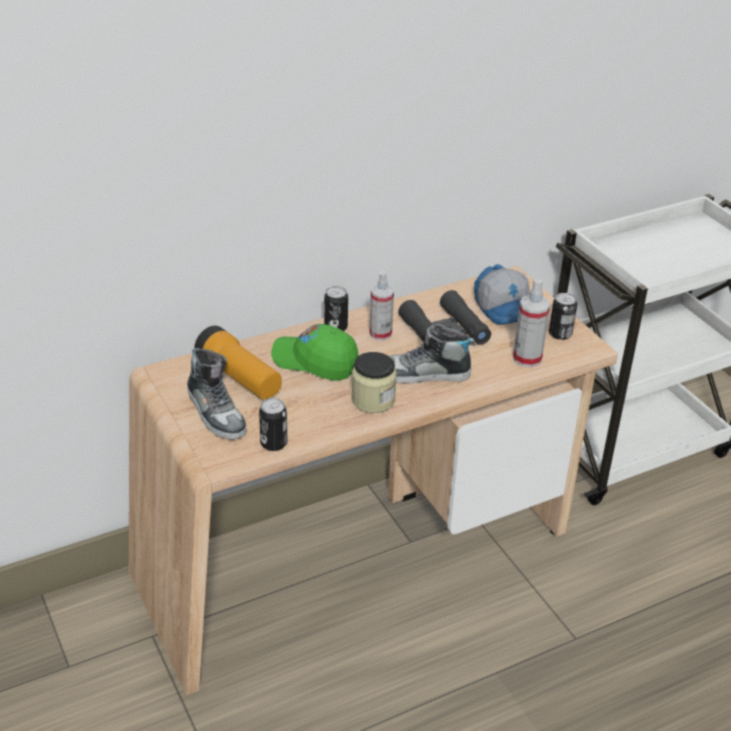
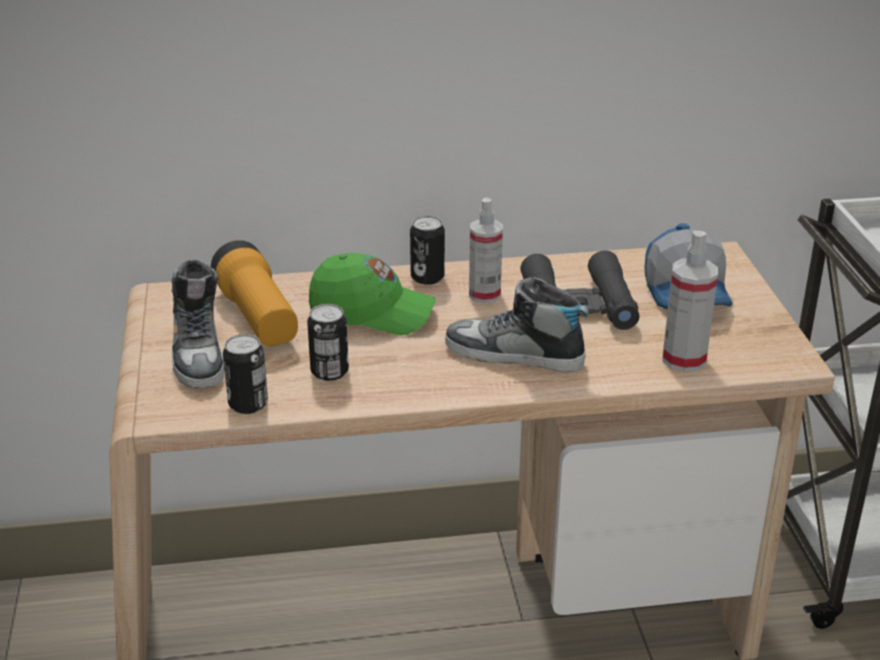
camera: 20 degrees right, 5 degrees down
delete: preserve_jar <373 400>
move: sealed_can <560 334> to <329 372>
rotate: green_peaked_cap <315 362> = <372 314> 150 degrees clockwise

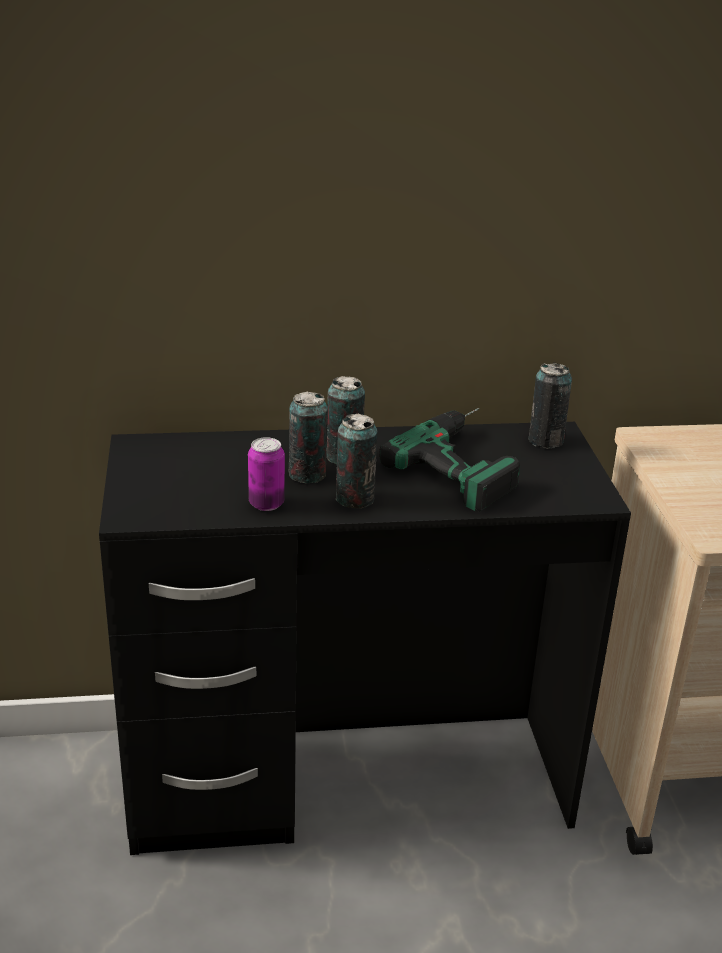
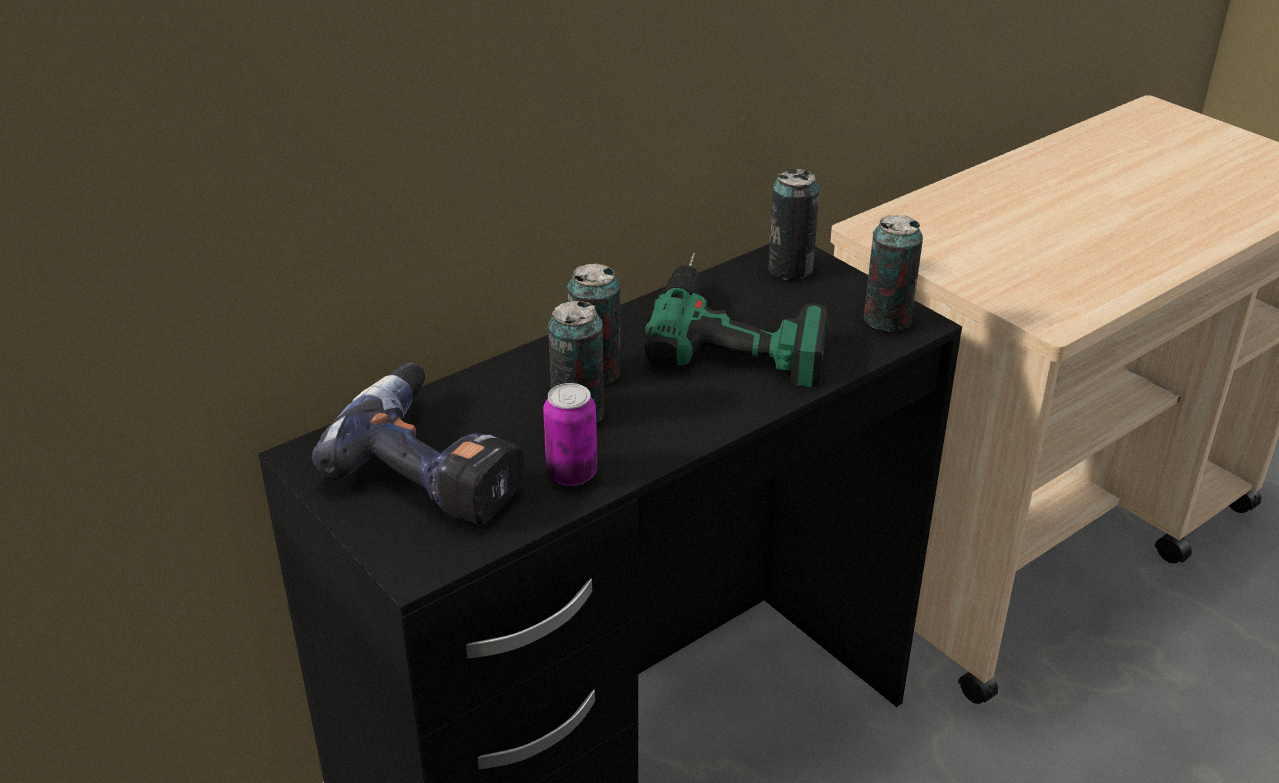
camera: 30 degrees left, 5 degrees up
insert: electric_drill <436 464>
move: sealed_can <355 499> to <887 319>

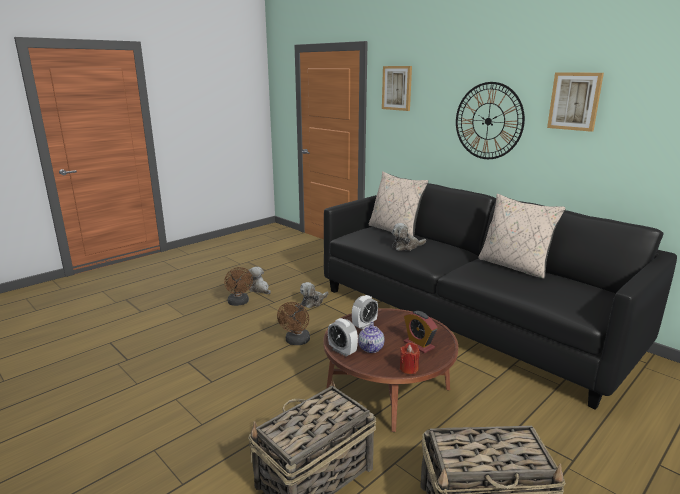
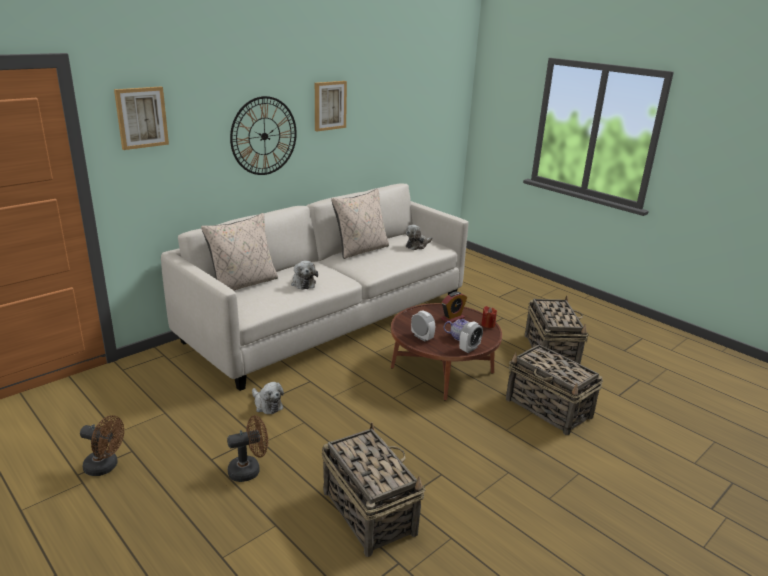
camera: 90 degrees left, 5 degrees up
insert: household_basket <368 511>
move: brown_electric_fan <296 342> to <106 467>; cuddly_toy <259 289> to <417 245>
recolor: blackish_sofa <466 318> to white-coloured_sofa <328 319>

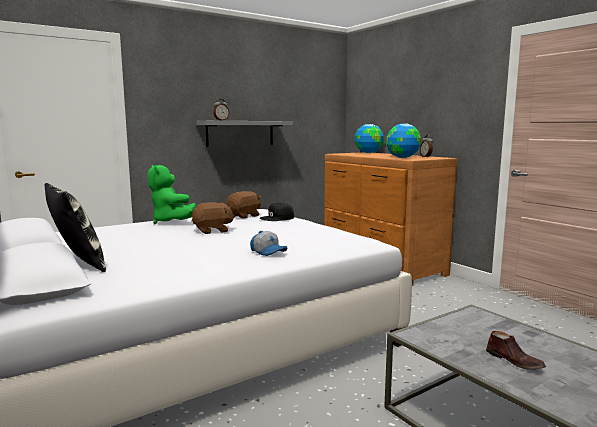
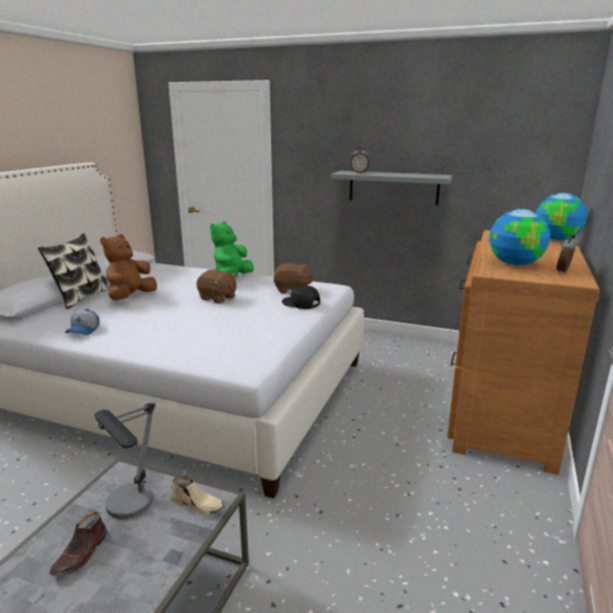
camera: 55 degrees right, 10 degrees up
insert: tabletop_lamp <133 511>; brown_cuddly_toy <130 297>; sand-coloured_low_shoe <198 504>
move: peaked_cap <269 252> to <84 330>

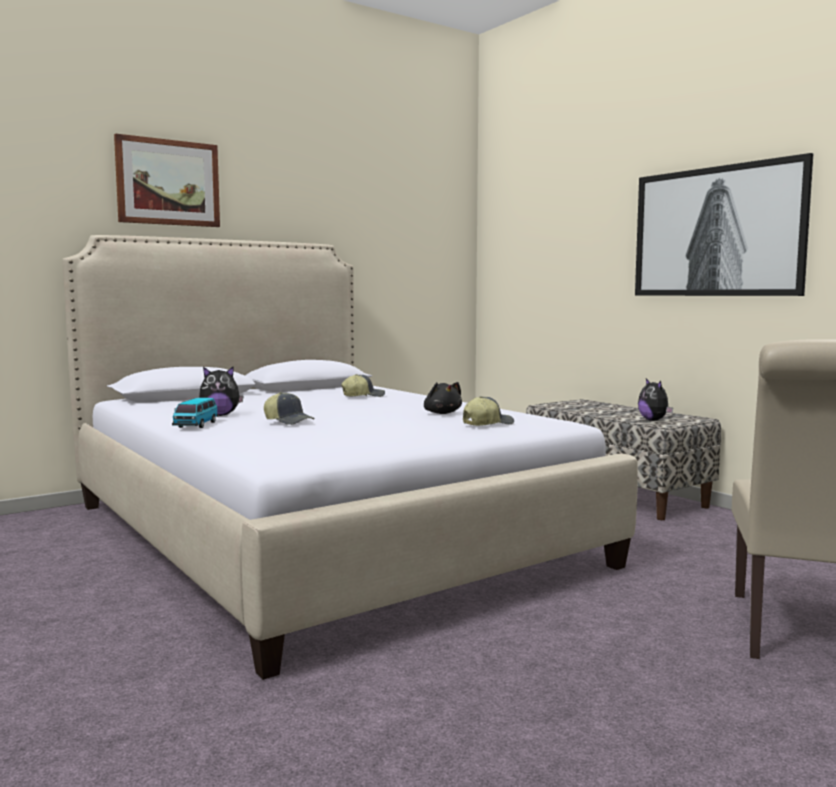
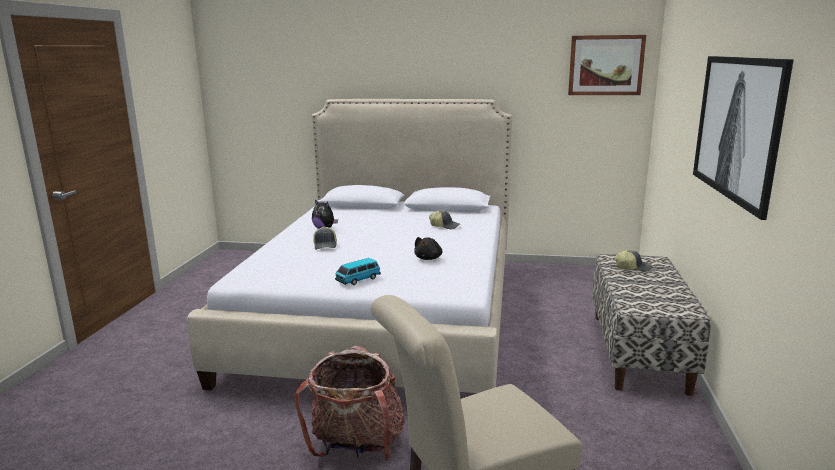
camera: 45 degrees right, 10 degrees up
delete: cuddly_toy <654 420>
insert: rucksack <357 446>
move: miniature_car <196 425> to <358 280>; picture <168 182> to <606 65>; peaked_cap <487 424> to <632 267>

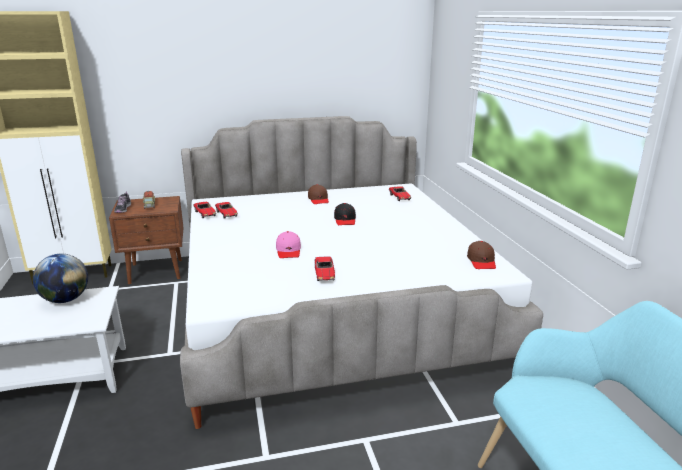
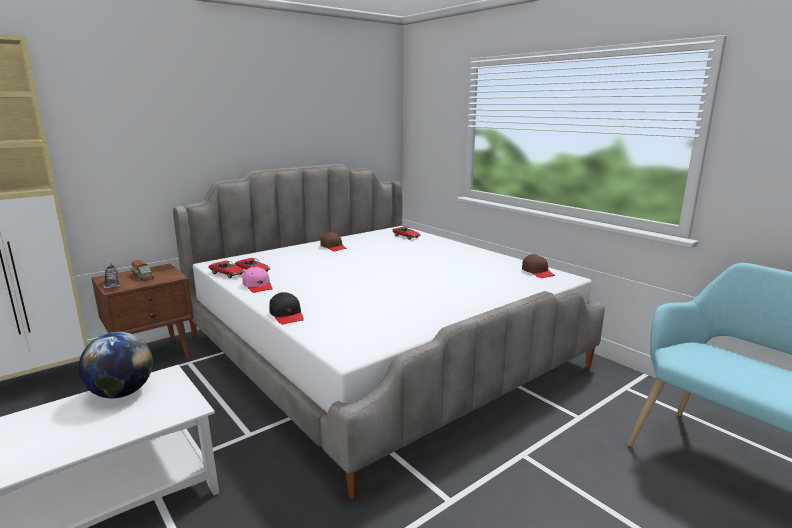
camera: 25 degrees left, 5 degrees down
delete: miniature_car <324 274>
move: pinkish_peaked_cap <288 251> to <258 286>; blackish_peaked_cap <345 220> to <287 315>

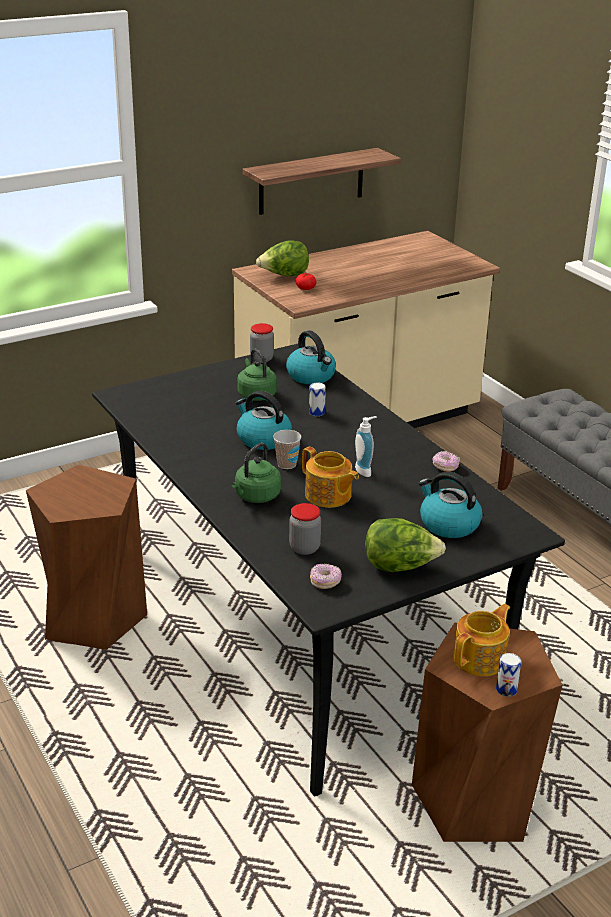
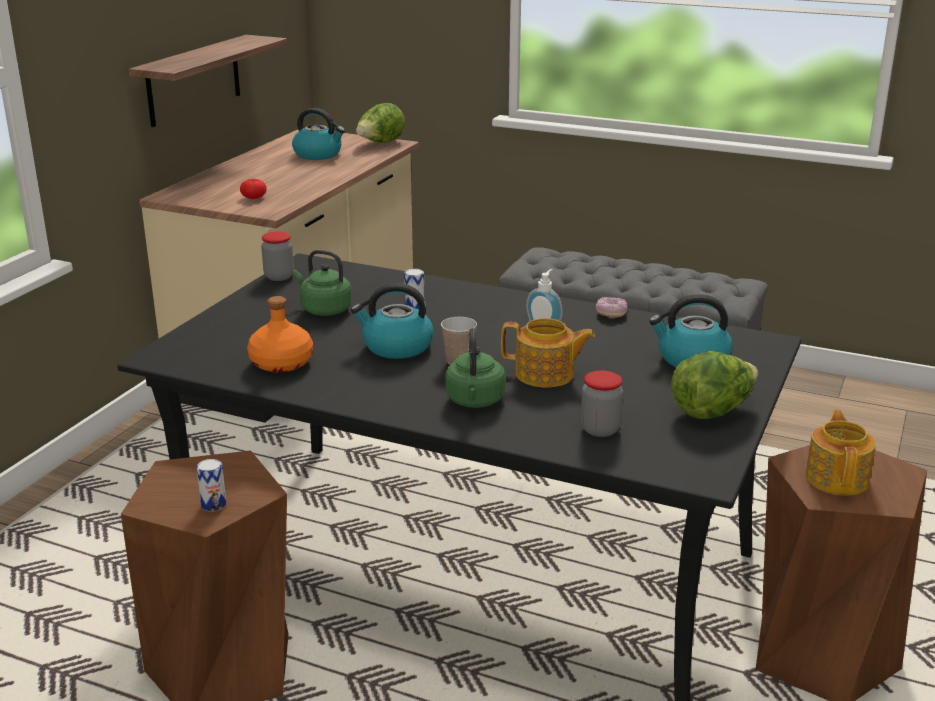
camera: 35 degrees left, 5 degrees down
delete: donut <325 582>
insert: orange_bottle <280 363>
move: sealed_can <506 689> to <213 504>; tea_kettle <311 376> to <318 154>; head_of_lettuce <284 276> to <380 143>

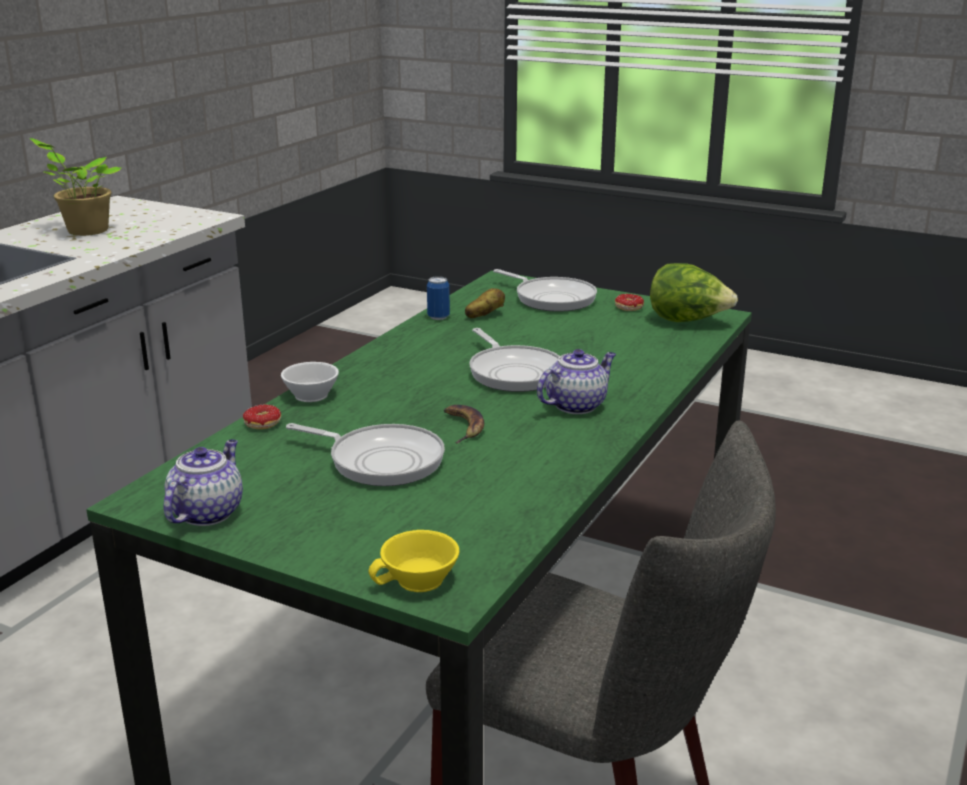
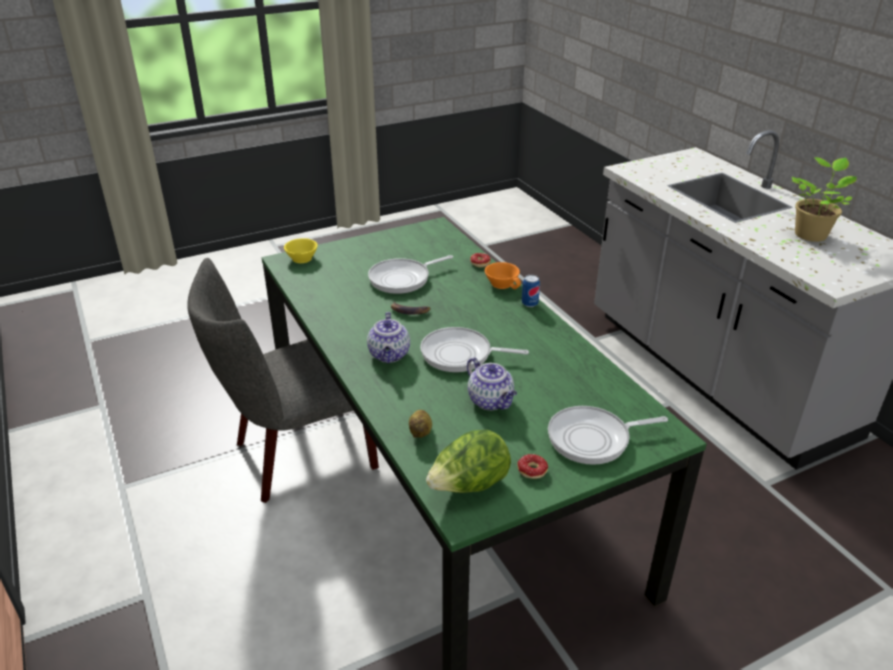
camera: 125 degrees right, 10 degrees up
move: whole_potato <484 315> to <421 432>; pot_for_tea <207 512> to <491 401>; sealed_can <438 317> to <529 304>
recolor: white-coloured_cup <309 394> to orange_cup <503 283>

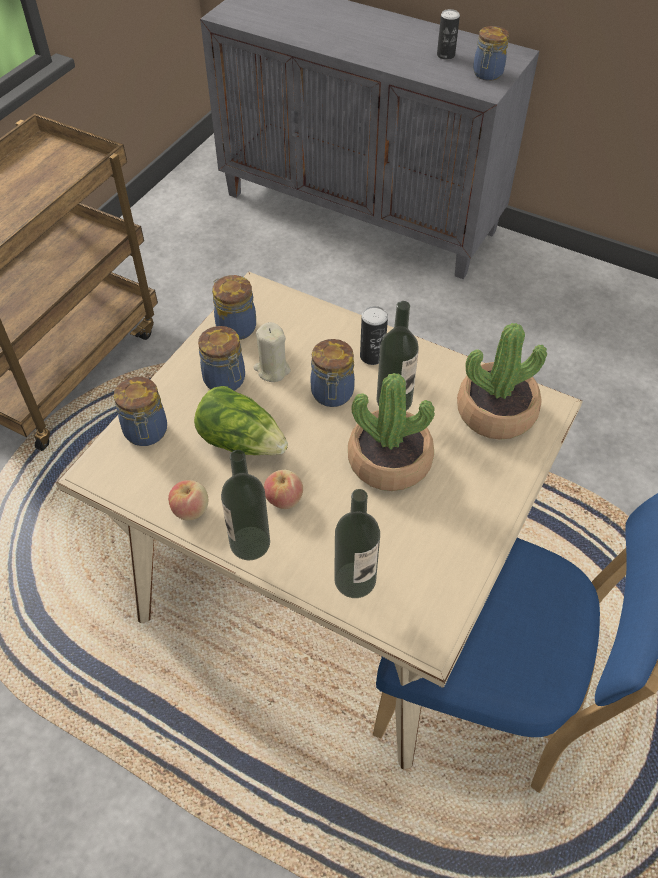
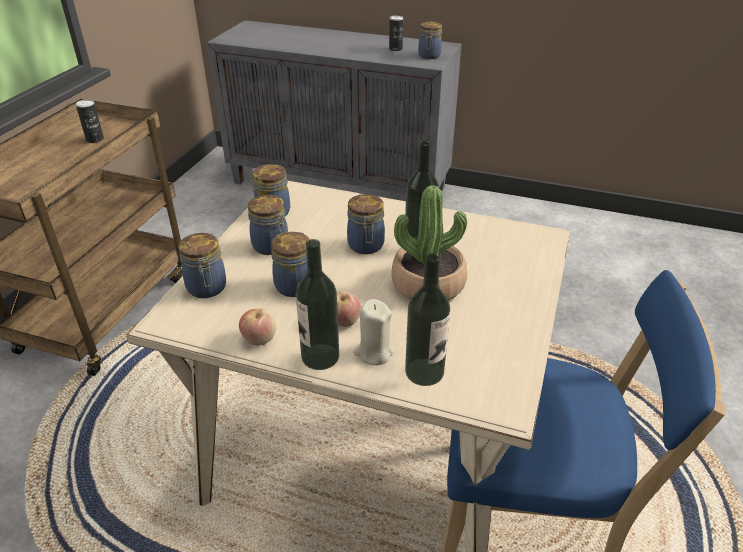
camera: 10 degrees left, 15 degrees down
delete: houseplant <496 412>
move: sealed_can <372 356> to <95 139>; sand-coloured_candle <272 369> to <374 352>
replace: head_of_lettuce <242 441> to preserve_jar <295 285>

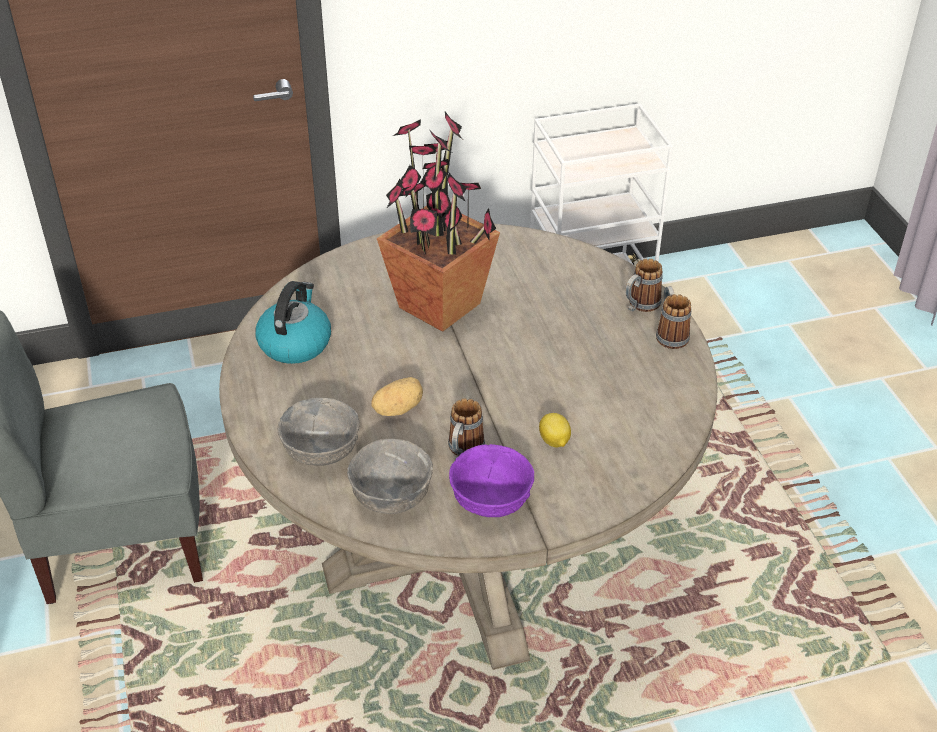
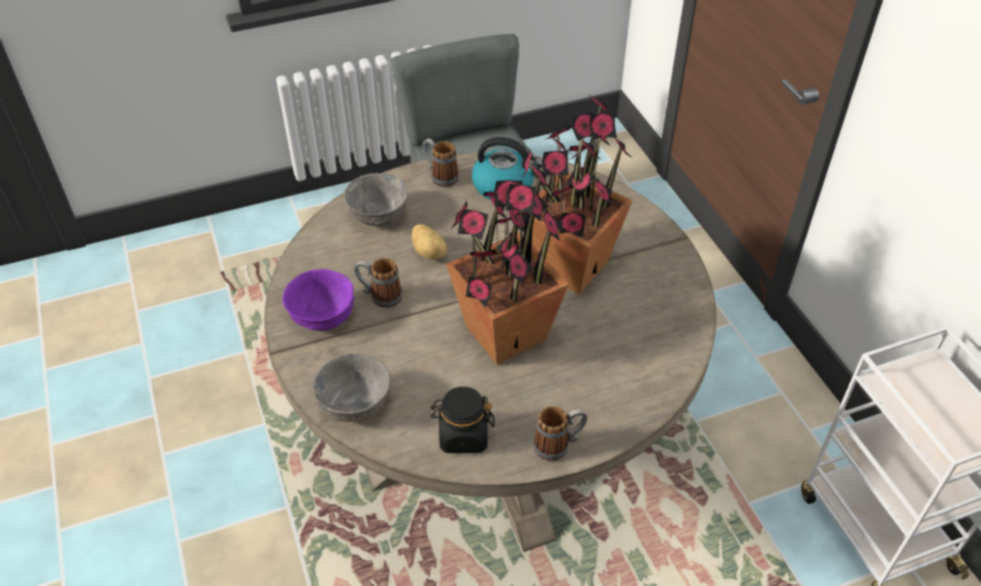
camera: 85 degrees right, 5 degrees up
delete: lemon <554 441>
insert: blackish_preserve_jar <463 436>; houseplant <504 333>
move: greyish_deep_dish <392 496> to <354 405>; mug <639 306> to <440 176>

